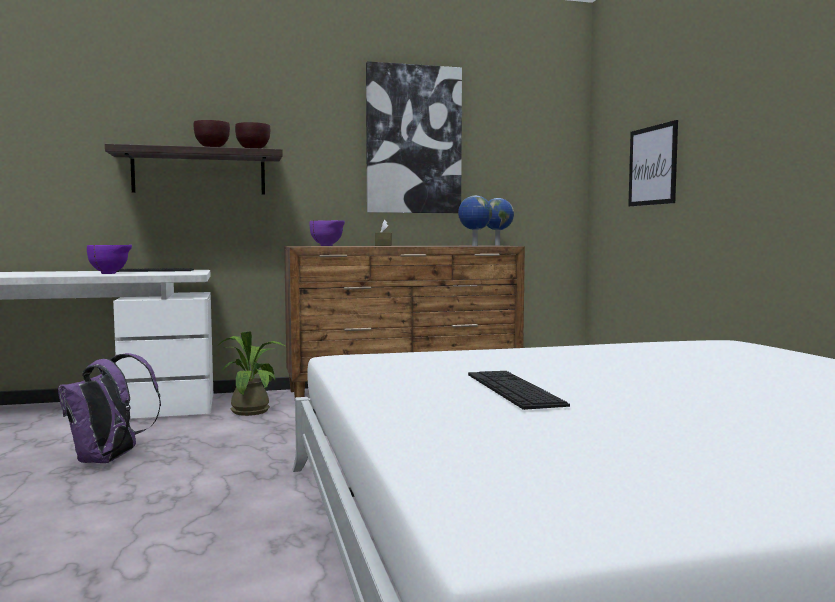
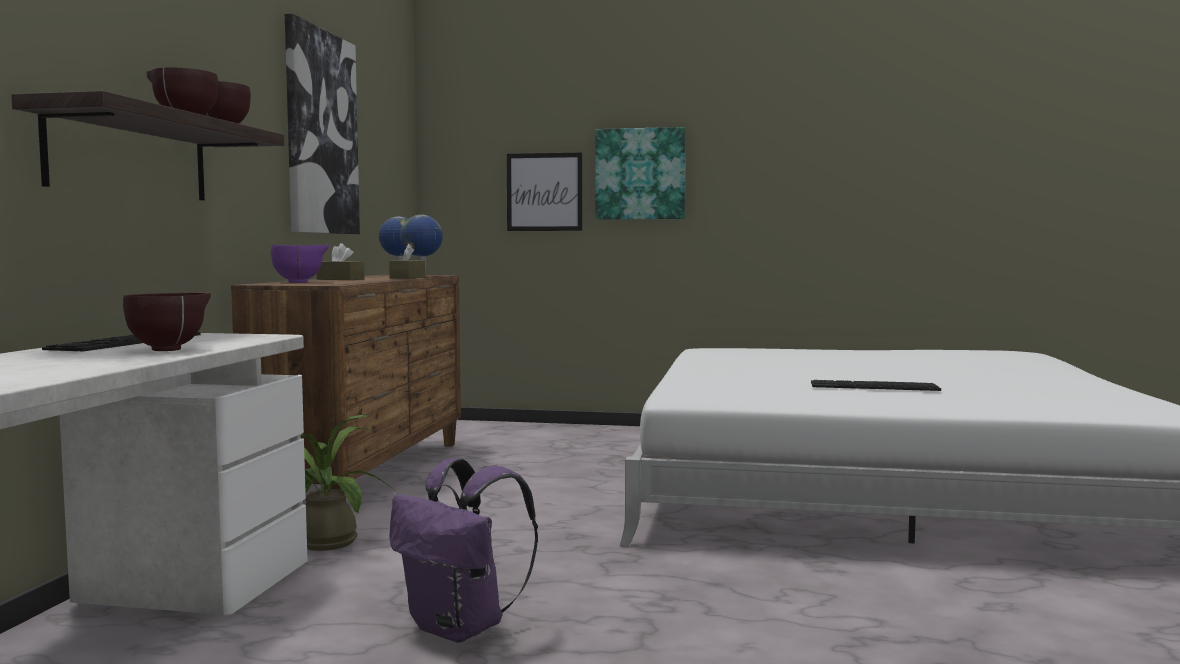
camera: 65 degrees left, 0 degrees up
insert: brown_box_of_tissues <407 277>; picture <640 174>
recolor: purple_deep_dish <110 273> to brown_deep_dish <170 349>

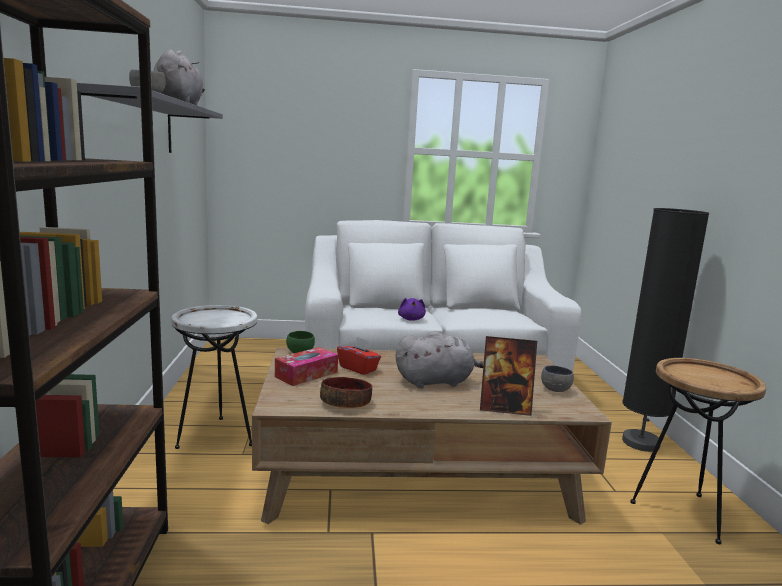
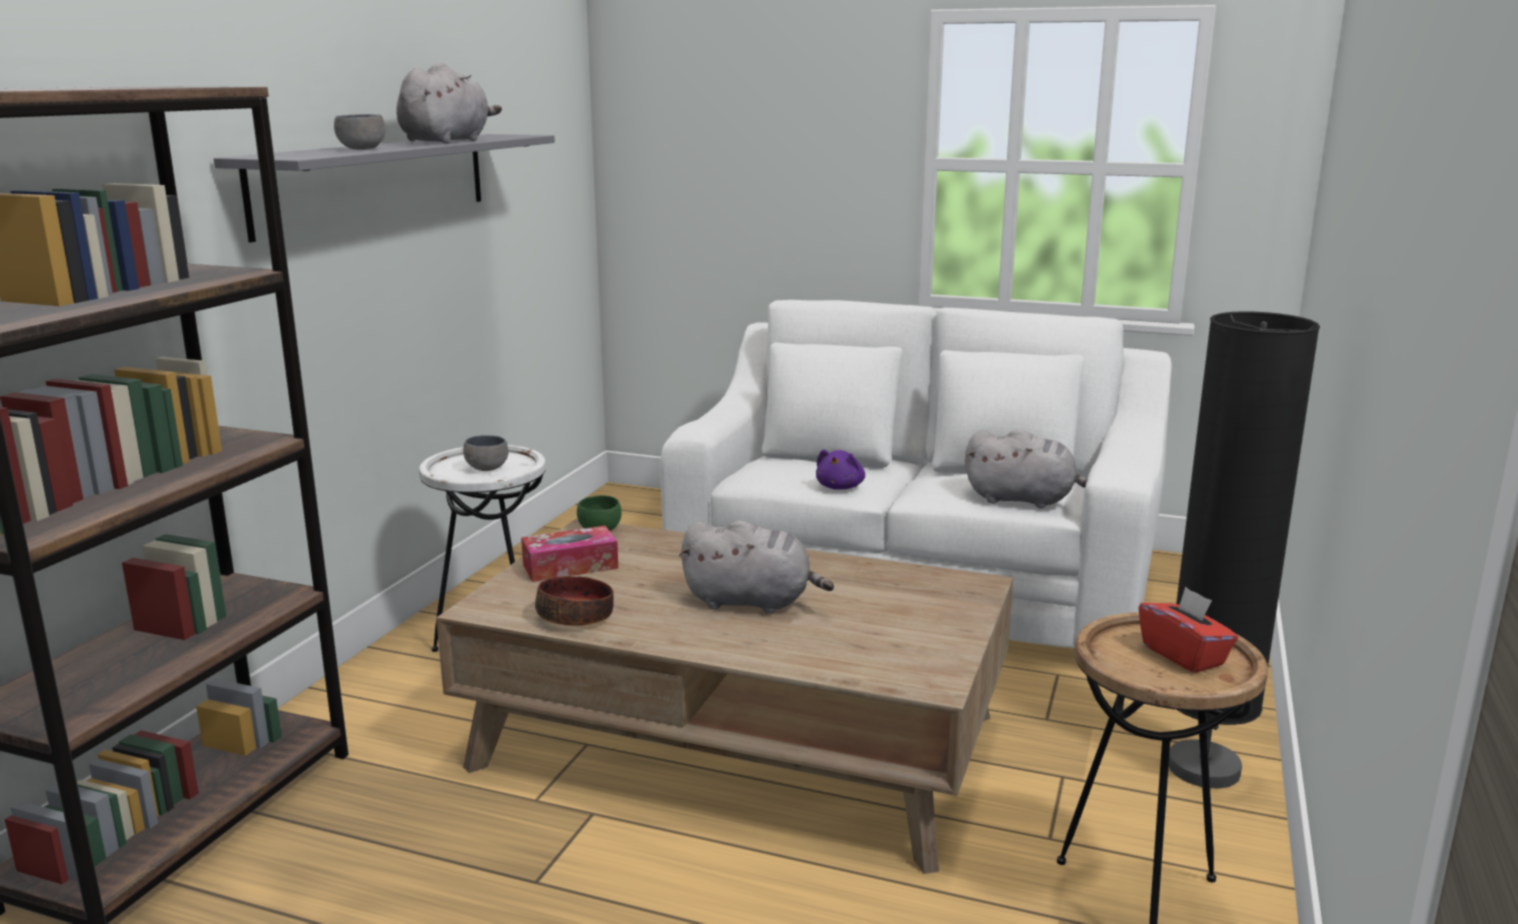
camera: 25 degrees right, 5 degrees up
delete: photo_frame <504 408>
insert: greyish_cuddly_toy <1024 500>
move: greyish_deep_dish <556 389> to <488 468>; reddish_box_of_tissues <358 368> to <1184 655>

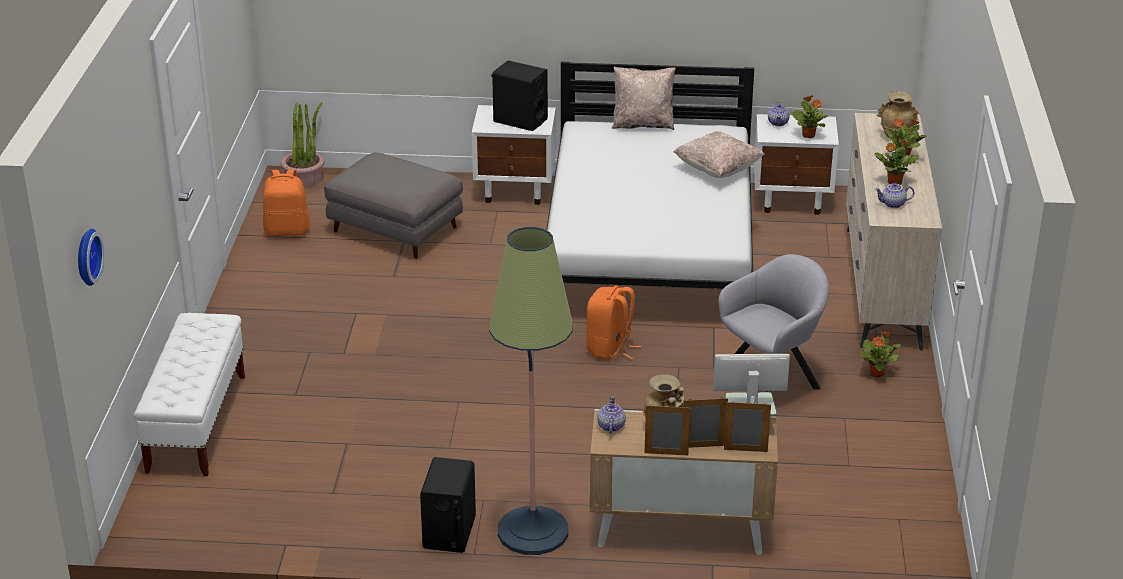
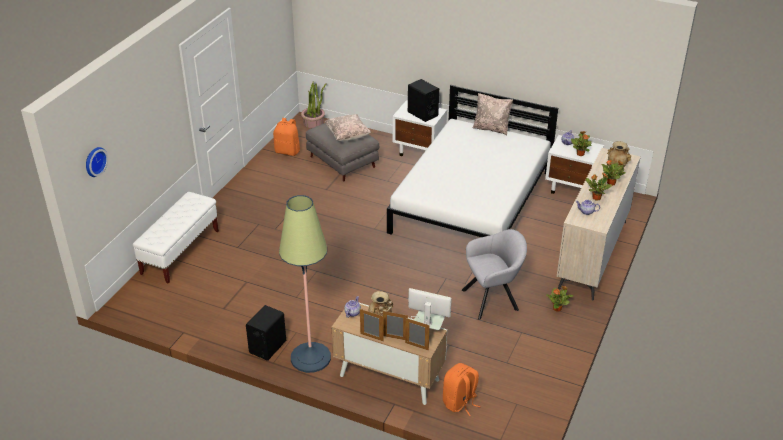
camera: 20 degrees right, 5 degrees up
move: sand-coloured_cushion <717 170> to <347 136>; orange_rucksack <610 348> to <460 402>

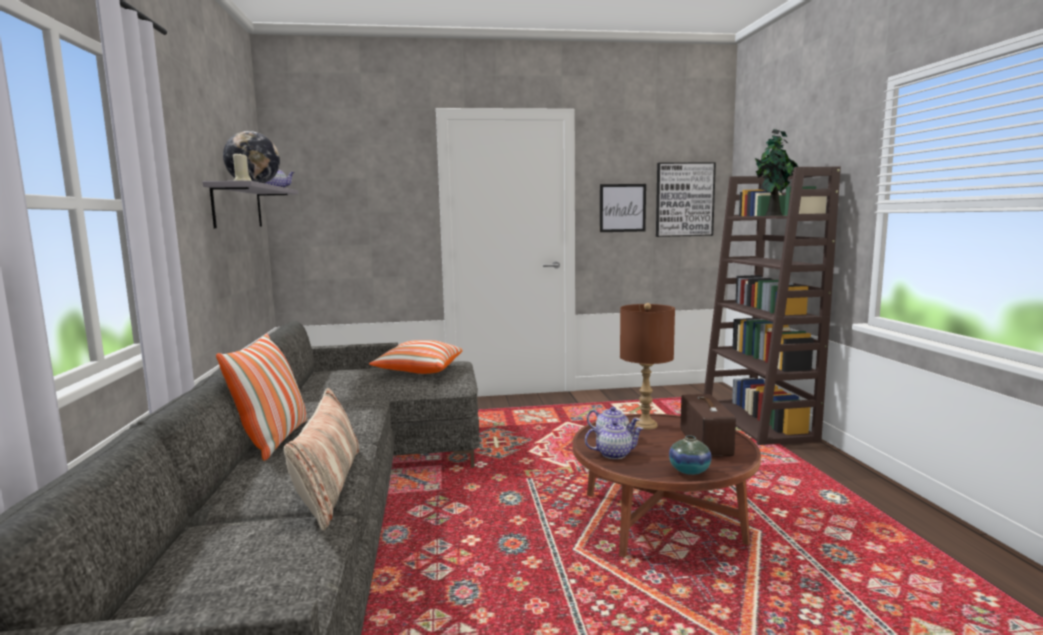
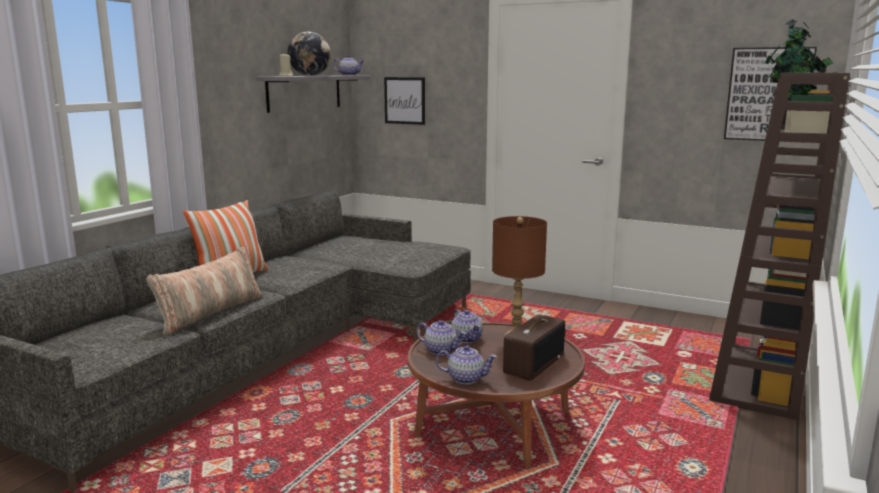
camera: 35 degrees right, 5 degrees up
delete: cushion <418 371>
move: picture <622 208> to <404 100>
replace: decorative_vase <689 470> to pot_for_tea <466 378>

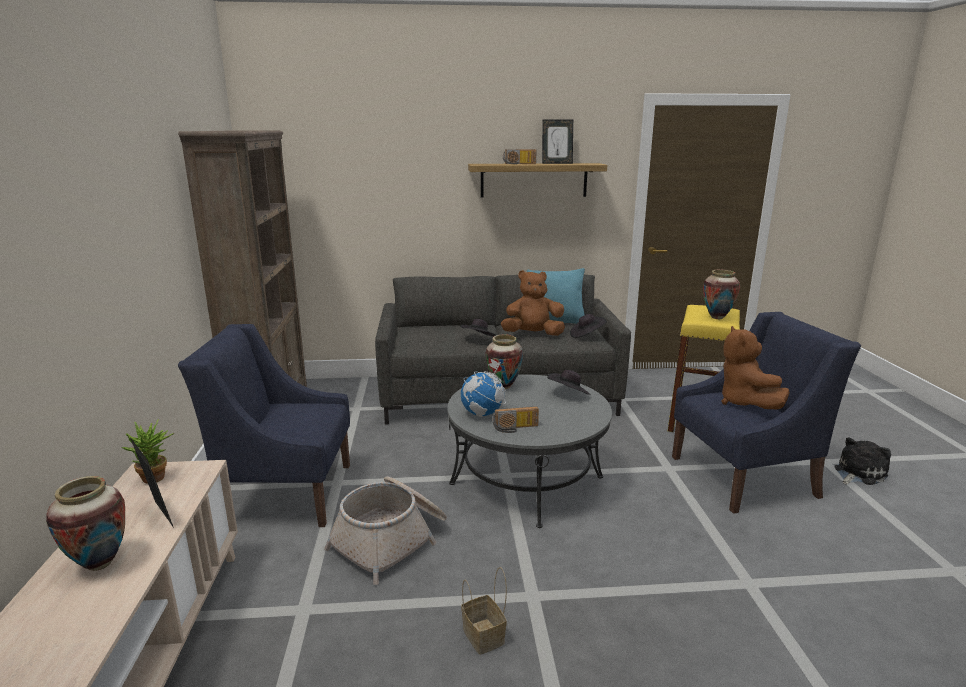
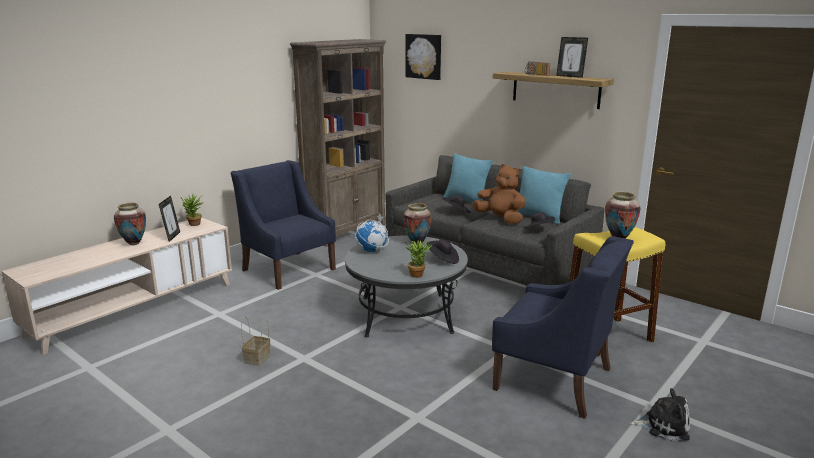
camera: 45 degrees right, 0 degrees up
delete: household_basket <392 540>; radio_receiver <515 428>; brown_cuddly_toy <744 402>
insert: picture <424 56>; houseplant <418 274>; turquoise_cushion <466 200>

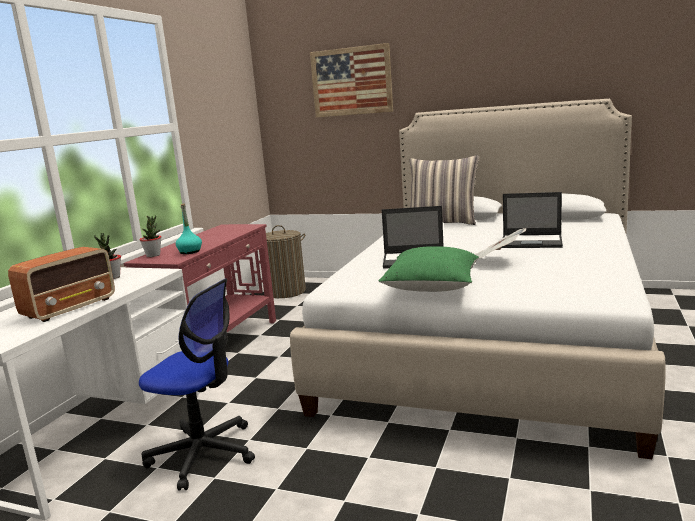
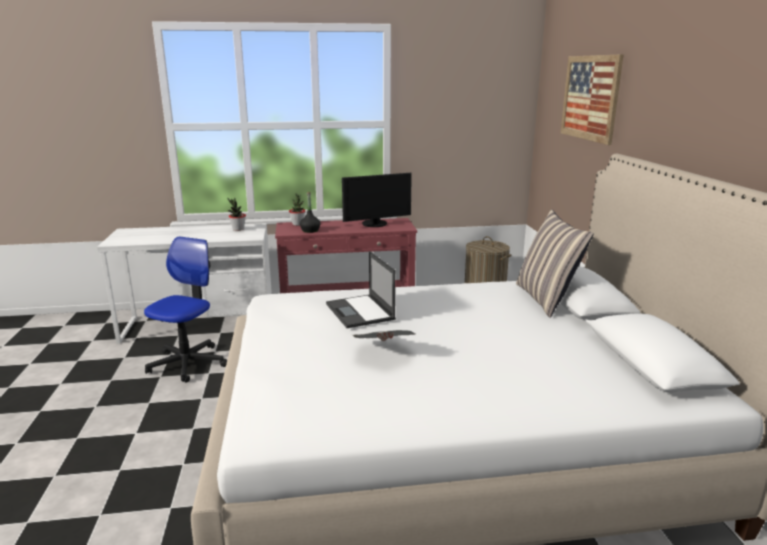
camera: 60 degrees right, 5 degrees up
delete: radio_receiver <71 308>; green_cushion <431 287>; portable_computer <532 242>
insert: computer_screen <375 224>
recolor: turquoise_bottle <190 252> to blackish_bottle <310 230>
rotate: office_chair <203 454> = <188 363> 150 degrees counterclockwise

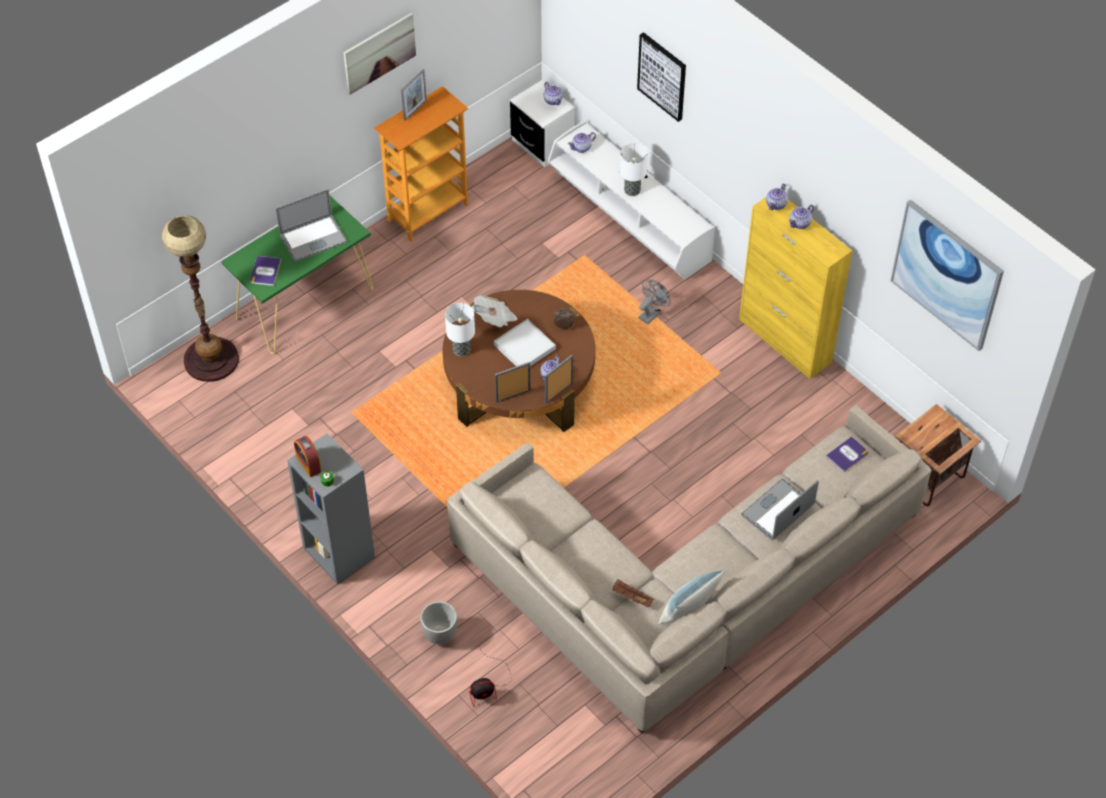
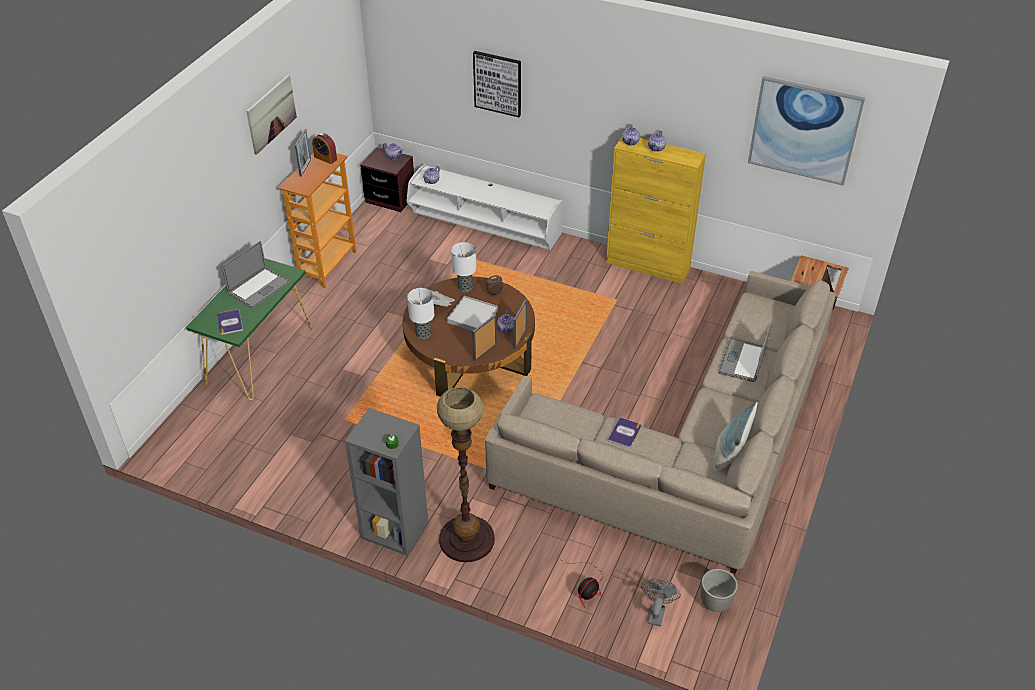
camera: 25 degrees left, 10 degrees down
delete: brown_carrying_tray <631 597>
move: bedside_clock <308 464> to <325 158>; standard_lamp <211 360> to <466 539>; tabletop_lamp <632 190> to <465 287>; volume <847 455> to <624 433>; greyish_electric_fan <651 313> to <656 612>; flower_pot <440 635> to <715 603>
recolor: white-coloured_nightstand <542 144> to brown_nightstand <390 199>

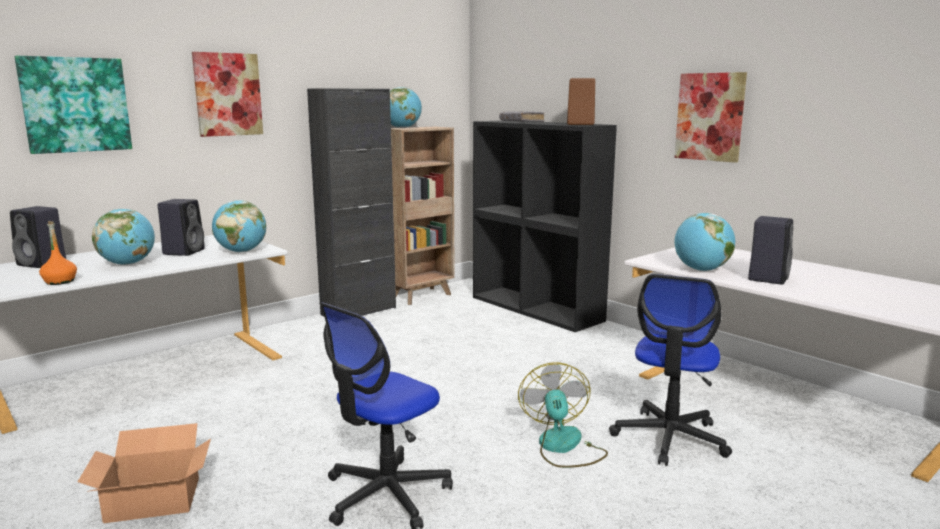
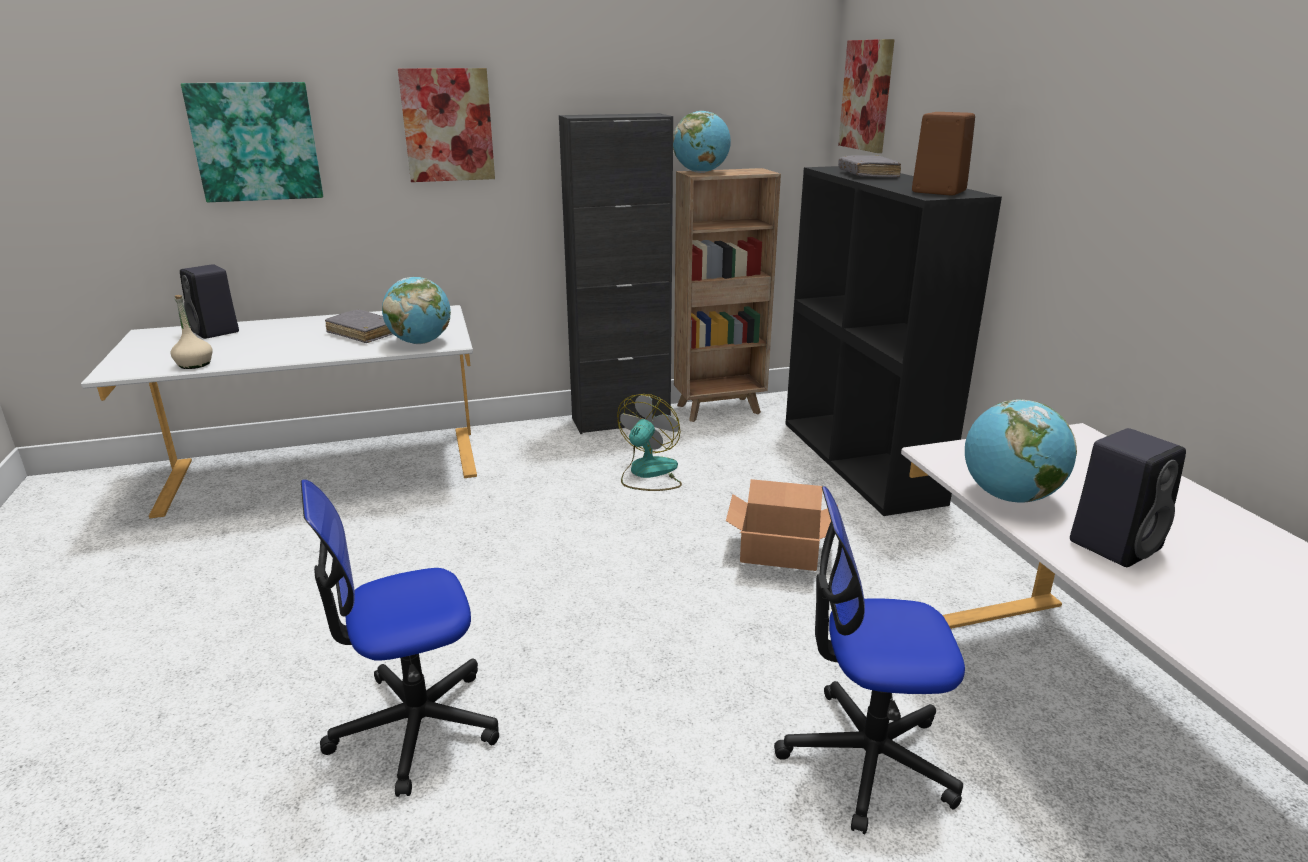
camera: 25 degrees right, 10 degrees up
delete: desk_globe <128 264>
move: electric_fan <563 447> to <648 473>; cardboard_box <152 499> to <779 550>; picture <710 117> to <867 95>
replace: blackish_loudspeaker <184 251> to greyish_volume <364 333>
recolor: orange_bottle <60 281> to sand-coloured_bottle <195 364>
rotate: office_chair <669 438> = <866 758> 45 degrees clockwise

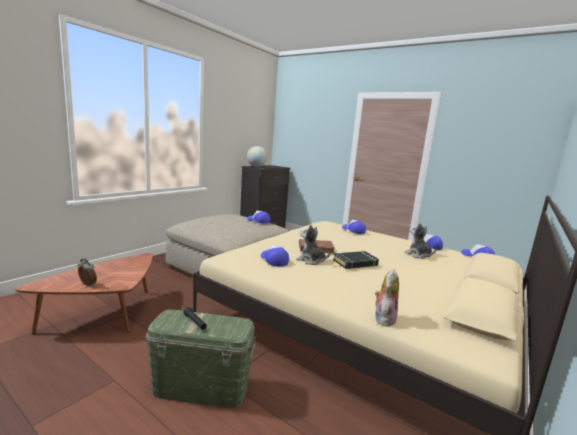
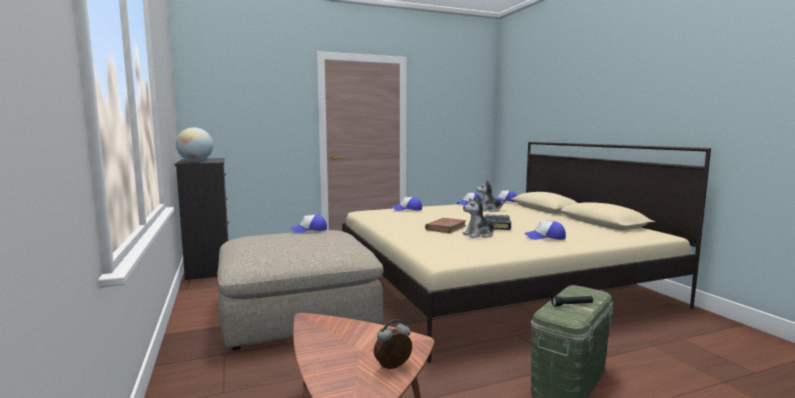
camera: 55 degrees left, 5 degrees down
delete: cuddly_toy <383 318>
move: peaked_cap <273 260> to <545 237>

